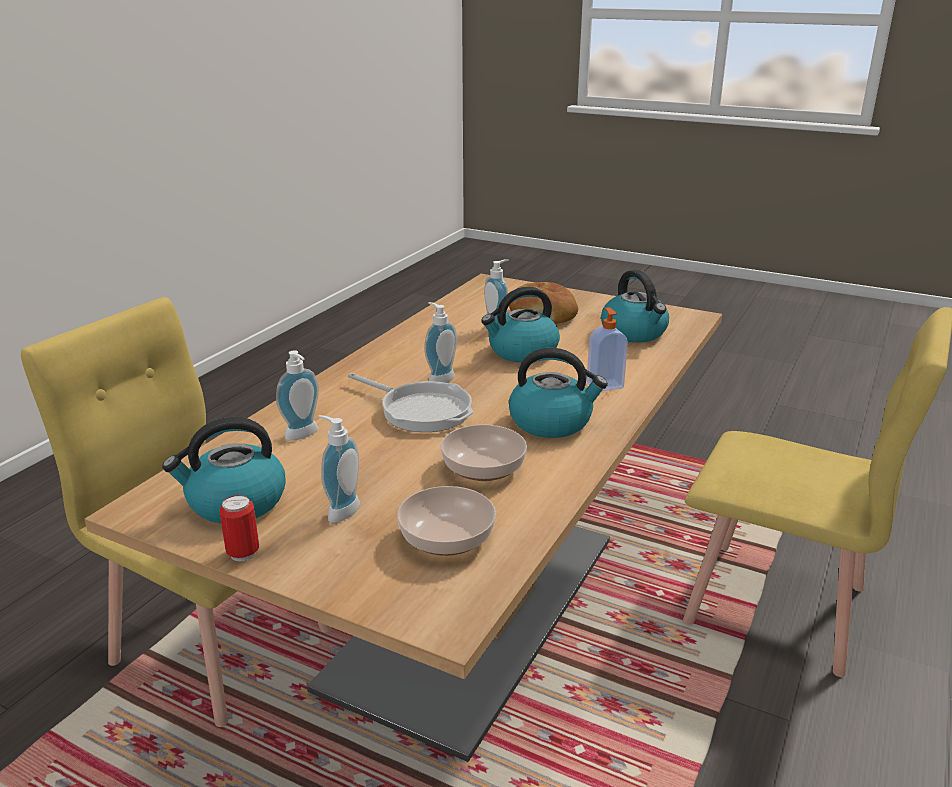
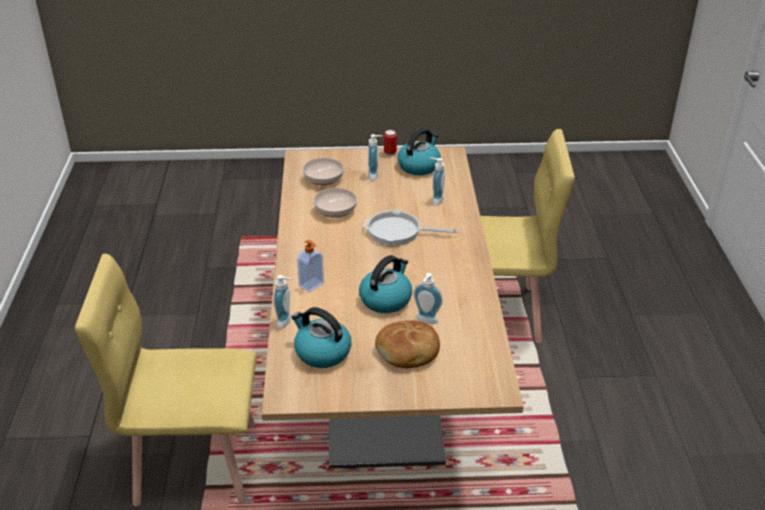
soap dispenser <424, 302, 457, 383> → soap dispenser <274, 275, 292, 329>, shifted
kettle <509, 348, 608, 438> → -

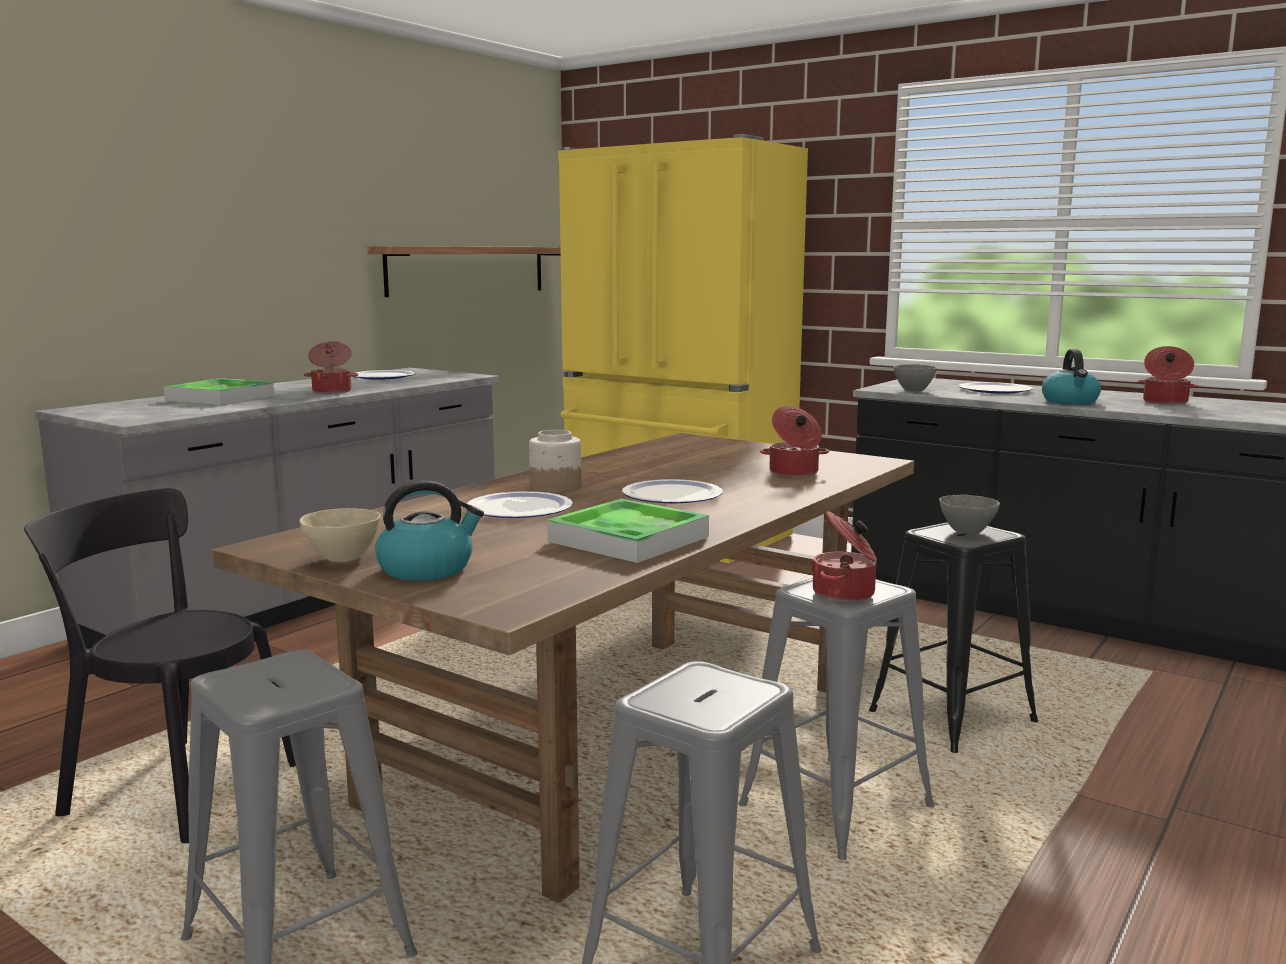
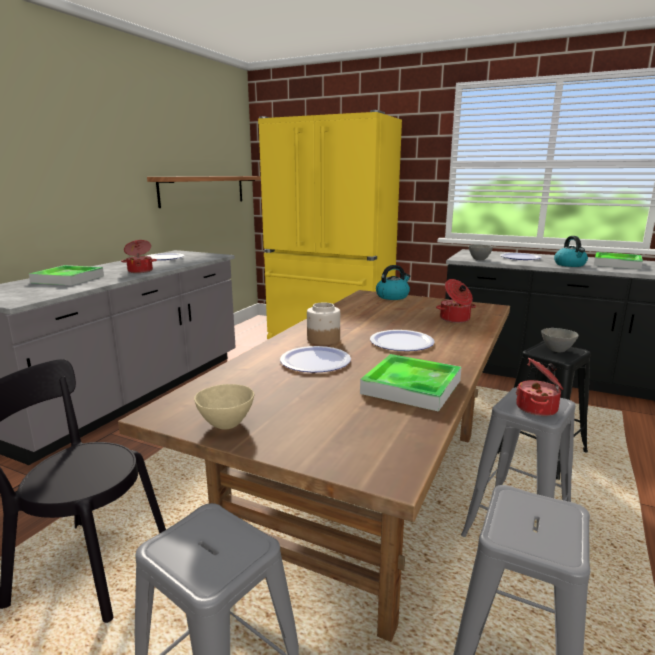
kettle <375, 480, 484, 581> → kettle <376, 265, 410, 300>, shifted
cooking pot <1136, 346, 1199, 405> → tray <594, 252, 643, 269>

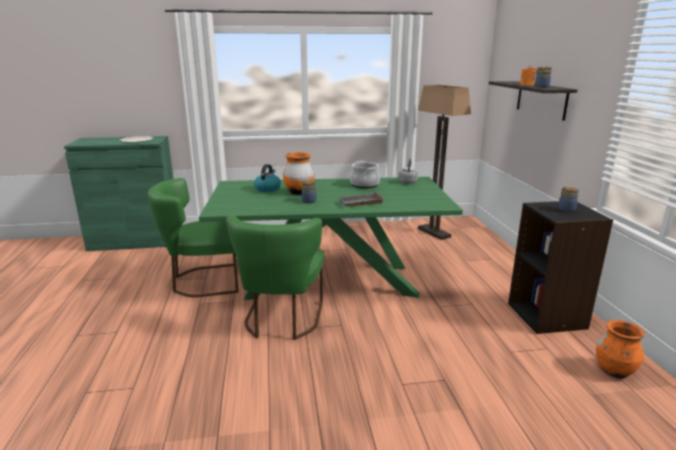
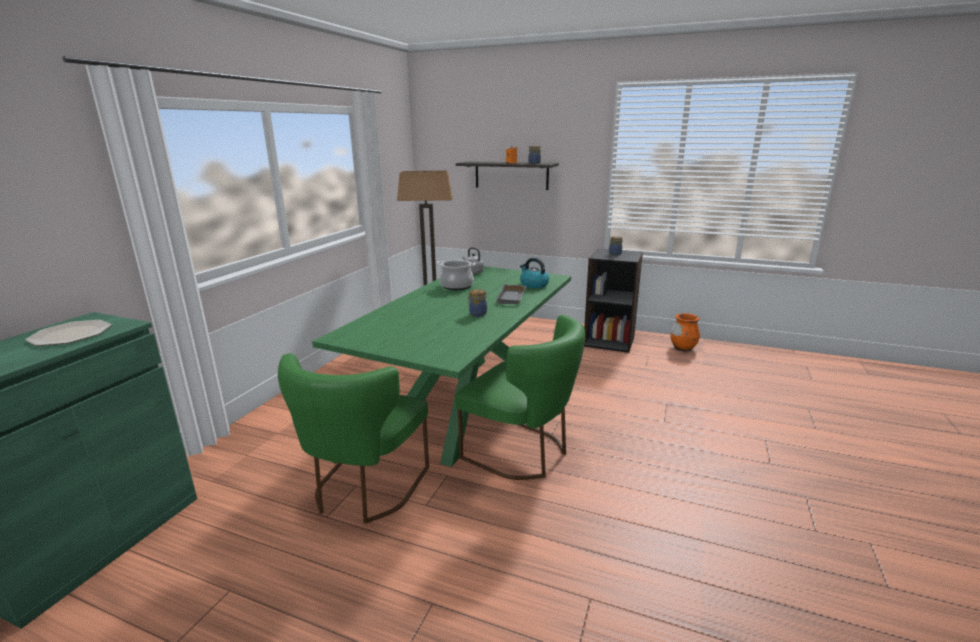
kettle <254, 164, 281, 192> → kettle <520, 258, 549, 288>, shifted
orange vase <283, 152, 315, 195> → -

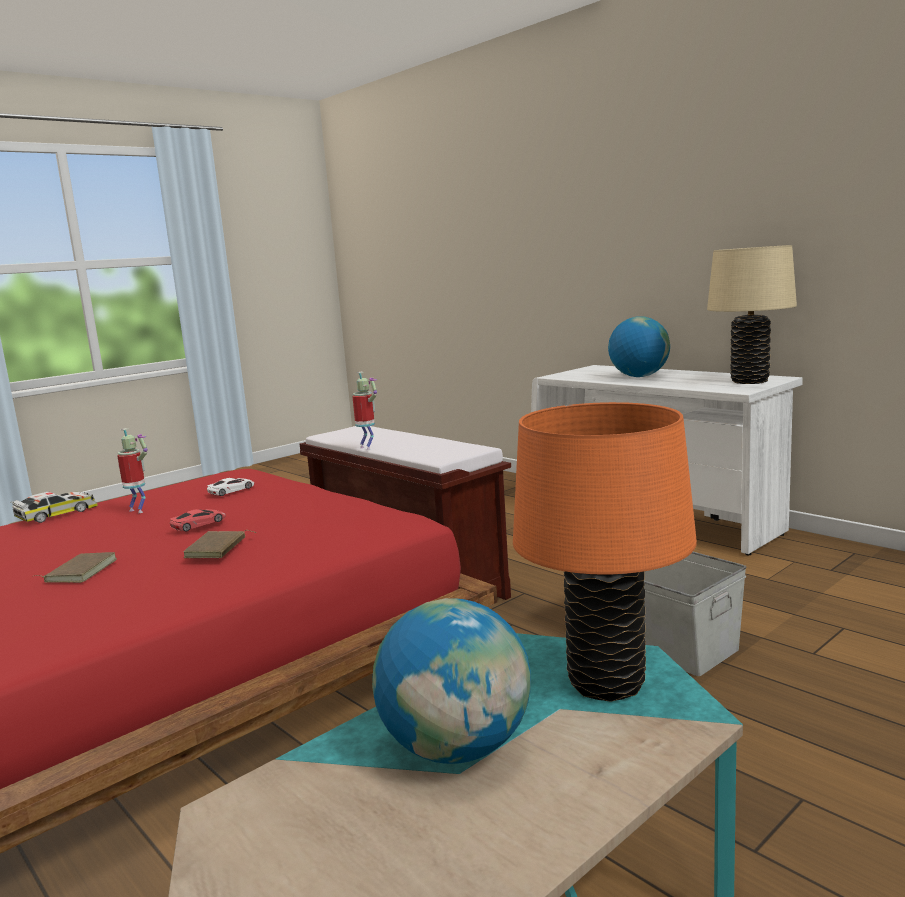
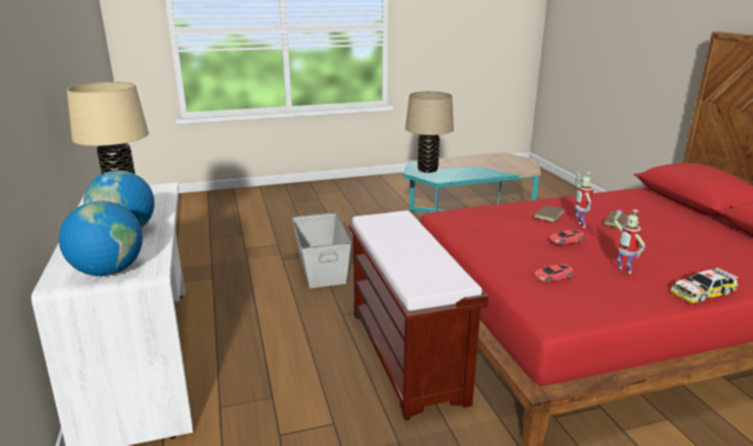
white toy car <207, 478, 255, 496> → red toy car <534, 264, 574, 283>
toy robot <352, 372, 377, 450> → toy robot <575, 172, 594, 228>, shifted
globe <372, 598, 531, 764> → globe <59, 201, 143, 276>, shifted
orange table lamp <513, 402, 697, 702> → beige table lamp <405, 91, 454, 173>

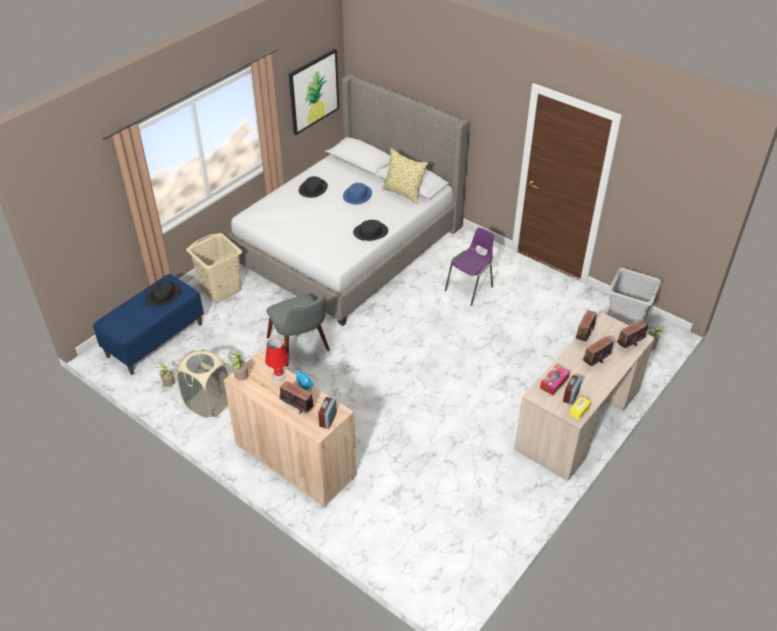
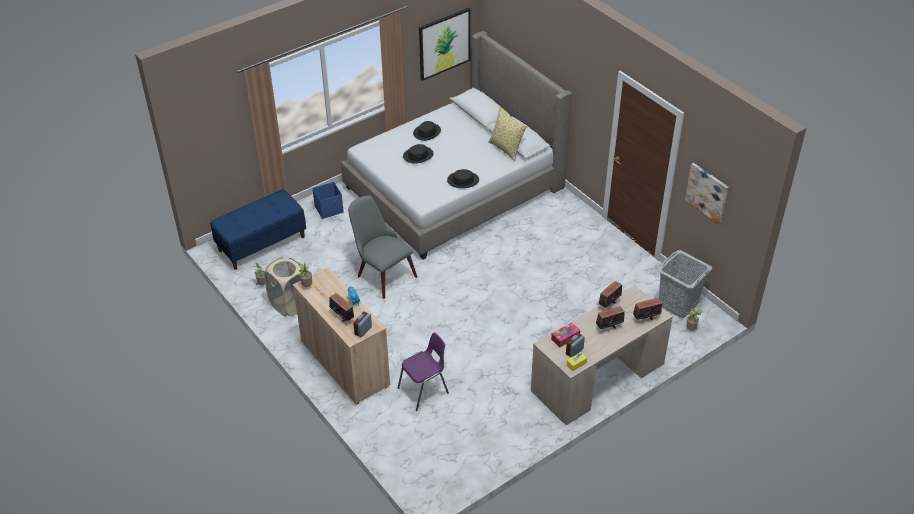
black hat <145, 281, 181, 306> → black hat <403, 144, 433, 164>, shifted
beige laundry basket <186, 233, 242, 302> → blue storage box <312, 182, 344, 219>
red table lamp <265, 338, 289, 381> → -
grey chair <266, 294, 330, 366> → grey chair <348, 195, 417, 299>, 150 degrees clockwise
blue hat <343, 183, 372, 204> → -
purple chair <445, 227, 494, 306> → purple chair <398, 332, 449, 411>, shifted
- → picture <685, 163, 728, 224>

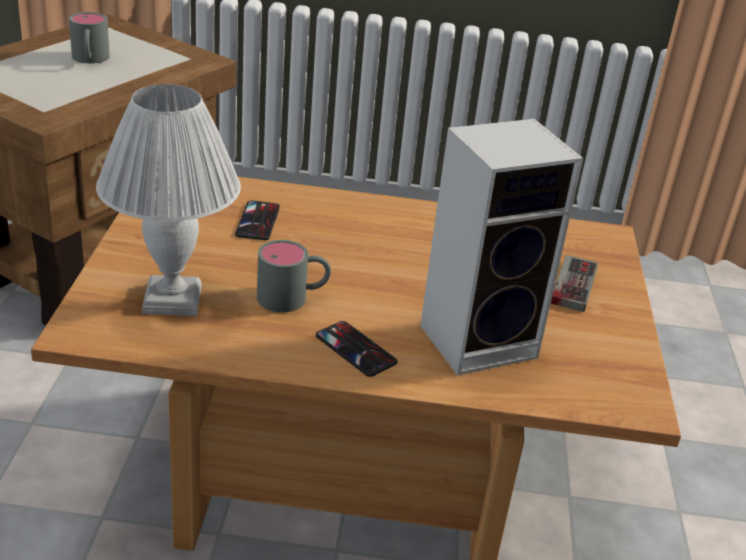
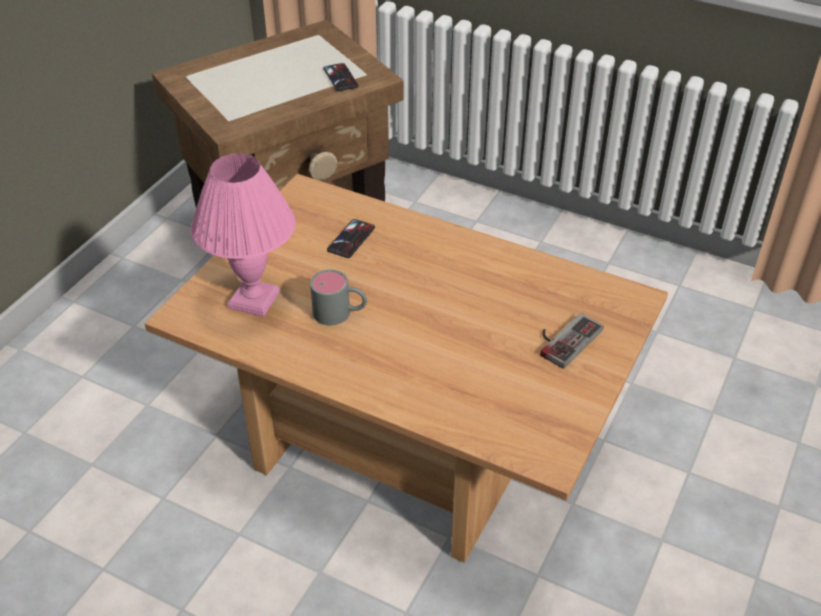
grey mug <69, 12, 110, 63> → -
white table lamp <96, 84, 241, 316> → pink table lamp <191, 154, 296, 317>
phone <316, 321, 398, 377> → phone <323, 63, 359, 91>, shifted
speaker <420, 119, 583, 376> → -

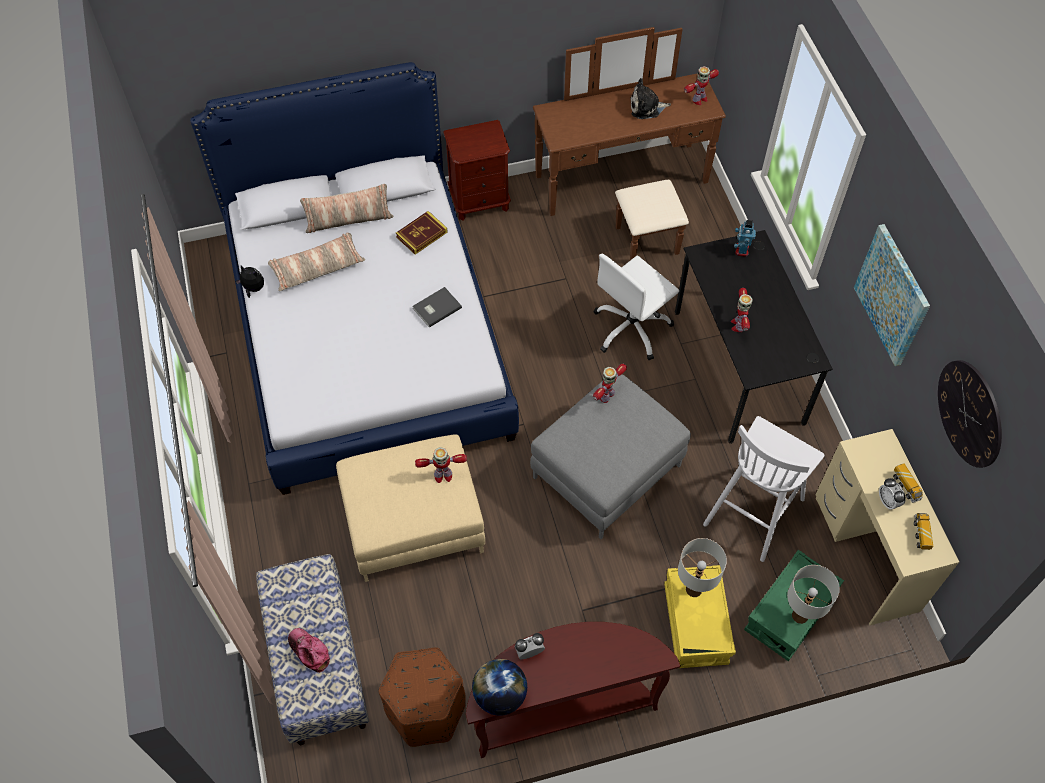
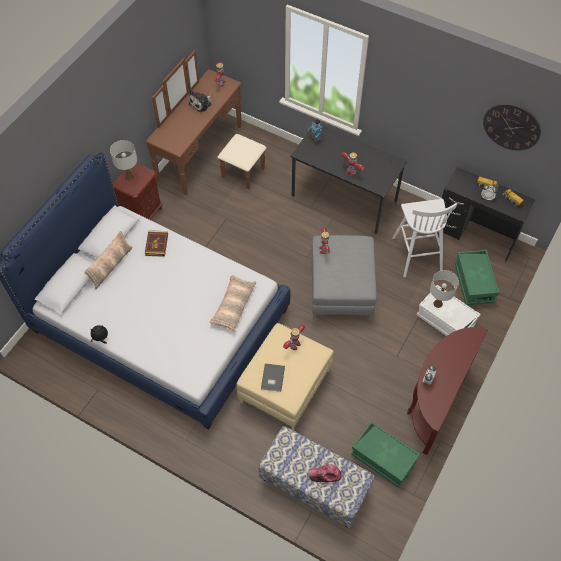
pillow <268, 232, 365, 291> → pillow <210, 276, 256, 332>, shifted
brown ottoman <379, 647, 466, 747> → green storage box <351, 421, 420, 488>
grey book <413, 287, 462, 328> → grey book <261, 363, 285, 392>, shifted
globe <472, 659, 527, 716> → -
white office chair <593, 254, 679, 360> → -
yellow storage box <664, 565, 736, 668> → white storage box <417, 285, 481, 336>
white table lamp <787, 565, 840, 624> → white table lamp <110, 140, 137, 181>, shifted
beige desk <815, 429, 959, 625> → black desk <442, 167, 535, 262>
picture <854, 224, 930, 366> → -

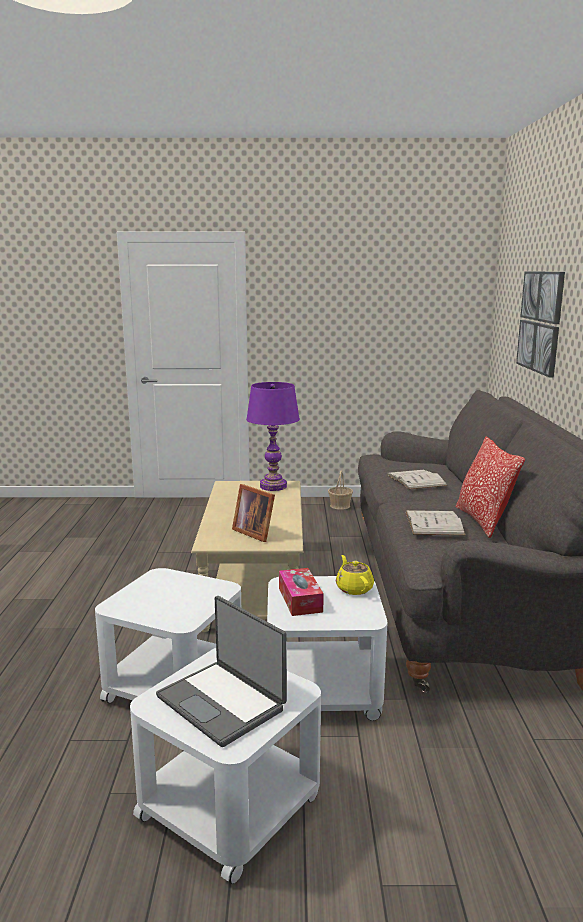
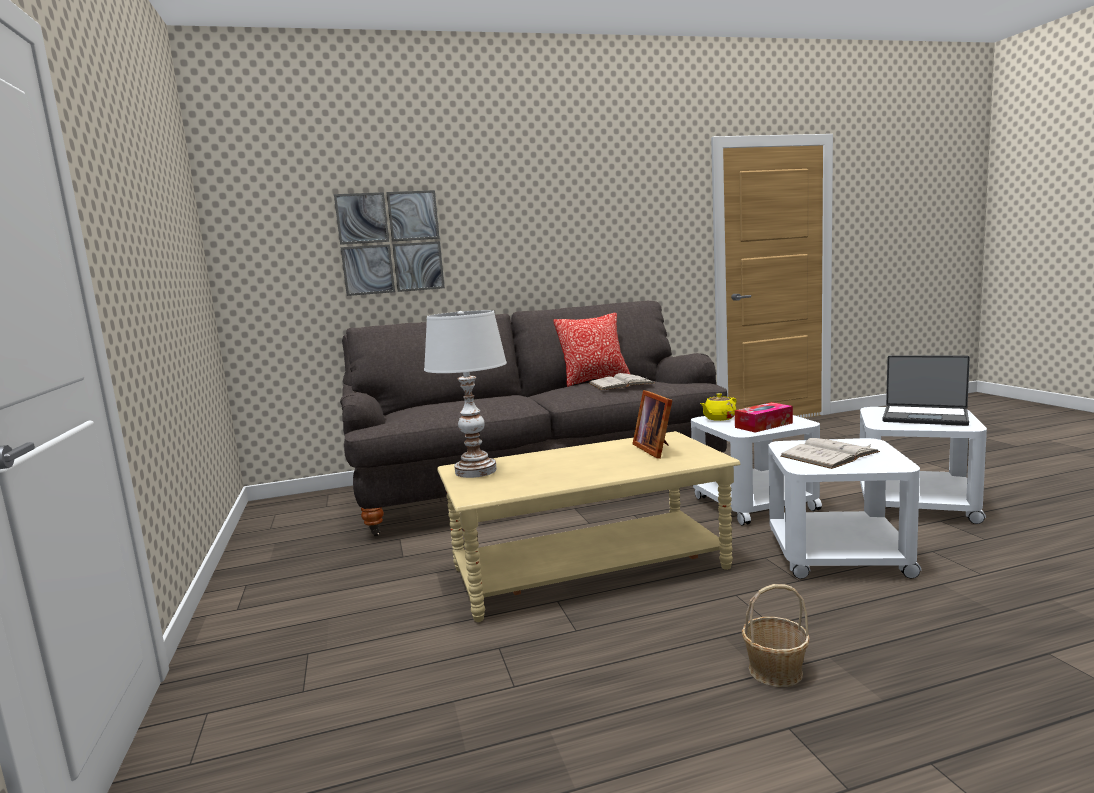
laptop <156, 596, 287, 747> → laptop <883, 355, 970, 426>, 90 degrees clockwise
picture frame <232, 484, 275, 542> → picture frame <632, 390, 673, 459>, 135 degrees clockwise
purple table lamp <246, 382, 300, 491> → white table lamp <424, 310, 507, 478>
basket <328, 471, 353, 510> → basket <742, 584, 810, 687>, shifted
white book <387, 470, 448, 490> → white book <780, 438, 880, 469>, shifted

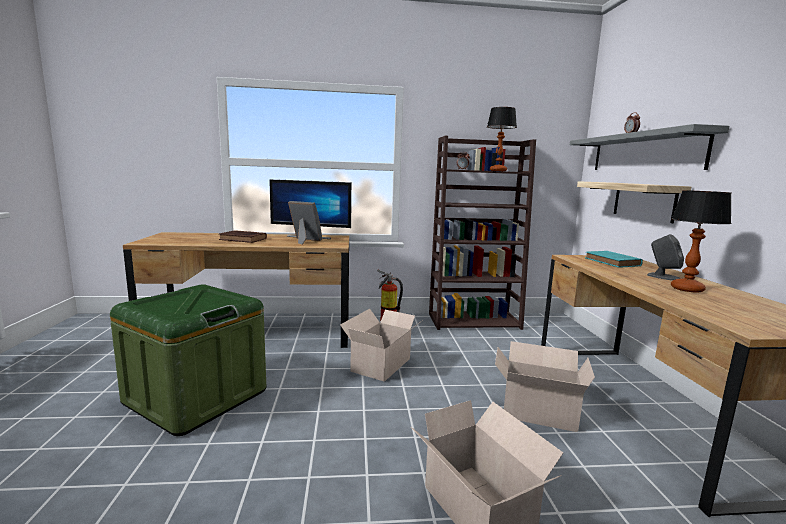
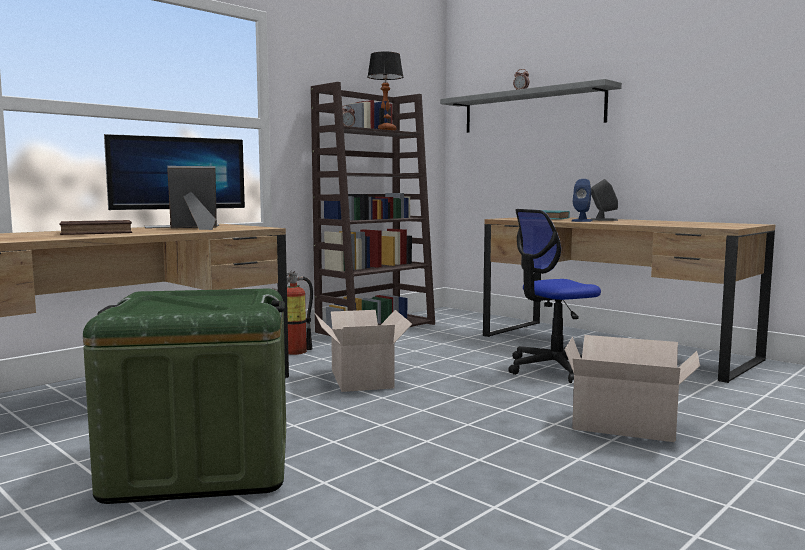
cardboard box <495, 341, 595, 432> → office chair <508, 209, 601, 383>
shelf <577, 181, 691, 223> → -
table lamp <671, 190, 731, 292> → -
- → blue speaker <572, 179, 592, 222>

